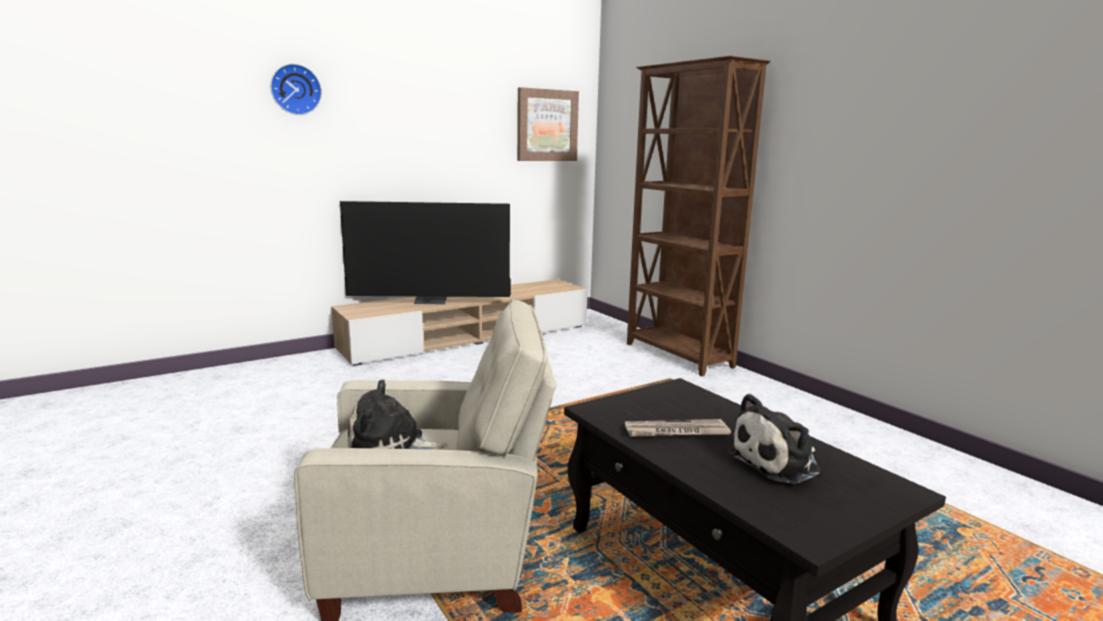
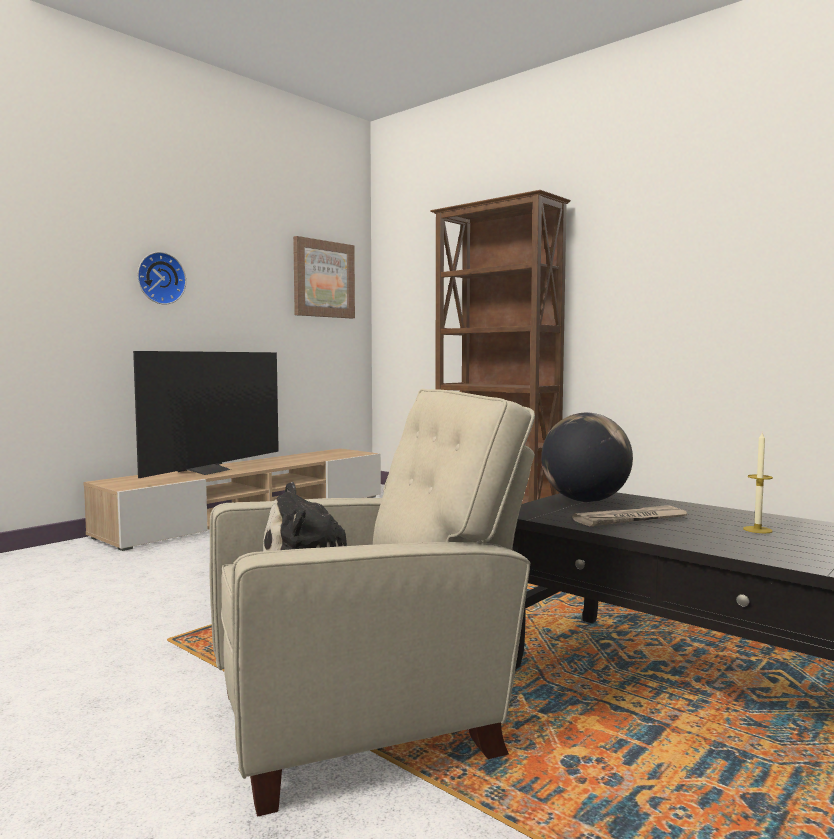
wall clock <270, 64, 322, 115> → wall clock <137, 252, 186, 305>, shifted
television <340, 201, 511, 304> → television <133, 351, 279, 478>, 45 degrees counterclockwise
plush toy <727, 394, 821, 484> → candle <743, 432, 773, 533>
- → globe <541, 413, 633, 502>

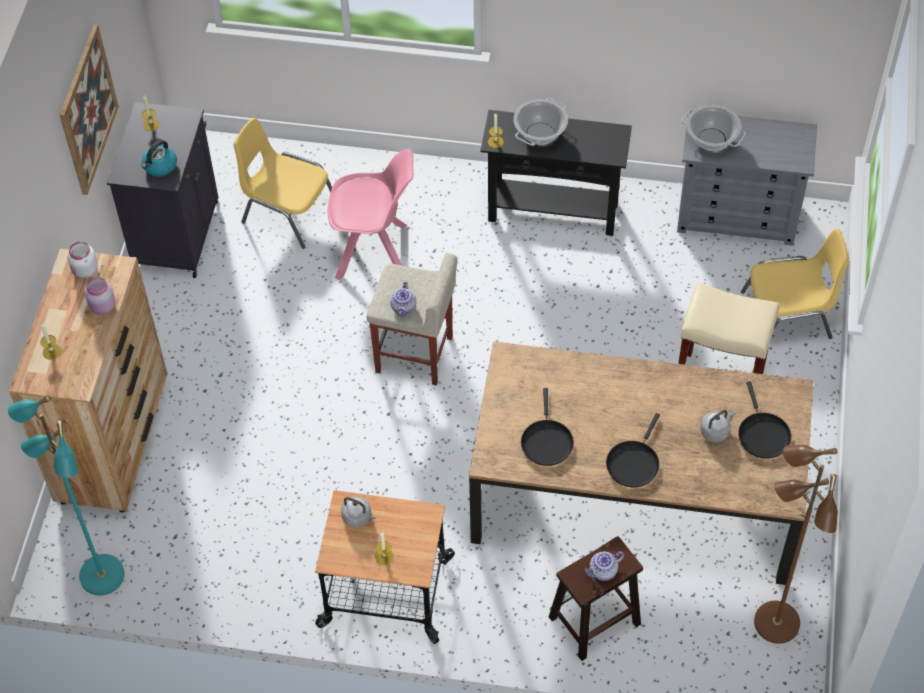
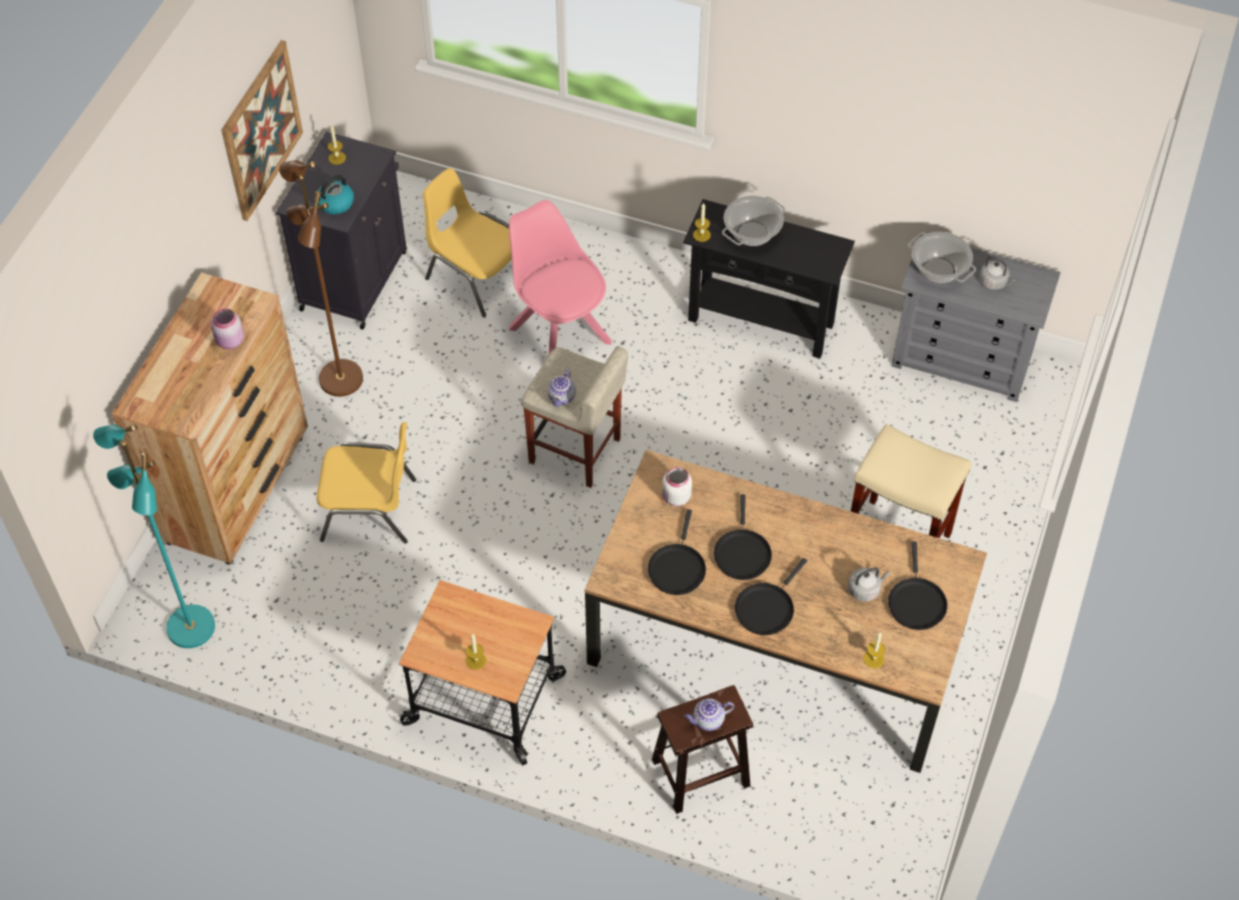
candle <40, 323, 61, 360> → candle <864, 632, 885, 668>, shifted
white jar <67, 242, 98, 279> → white jar <662, 467, 692, 506>, shifted
pink chair <328, 149, 414, 280> → pink chair <509, 200, 612, 356>, 135 degrees counterclockwise
grey kettle <341, 497, 376, 527> → grey kettle <979, 256, 1015, 290>, shifted
yellow chair <741, 229, 849, 339> → yellow chair <317, 422, 416, 544>, shifted
brown floor lamp <754, 445, 838, 644> → brown floor lamp <279, 160, 363, 397>, shifted
- → black frying pan <714, 494, 772, 580>

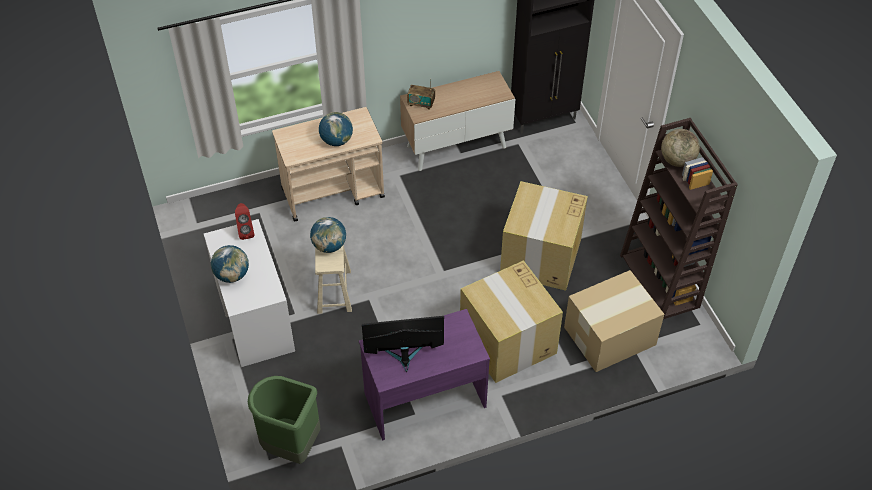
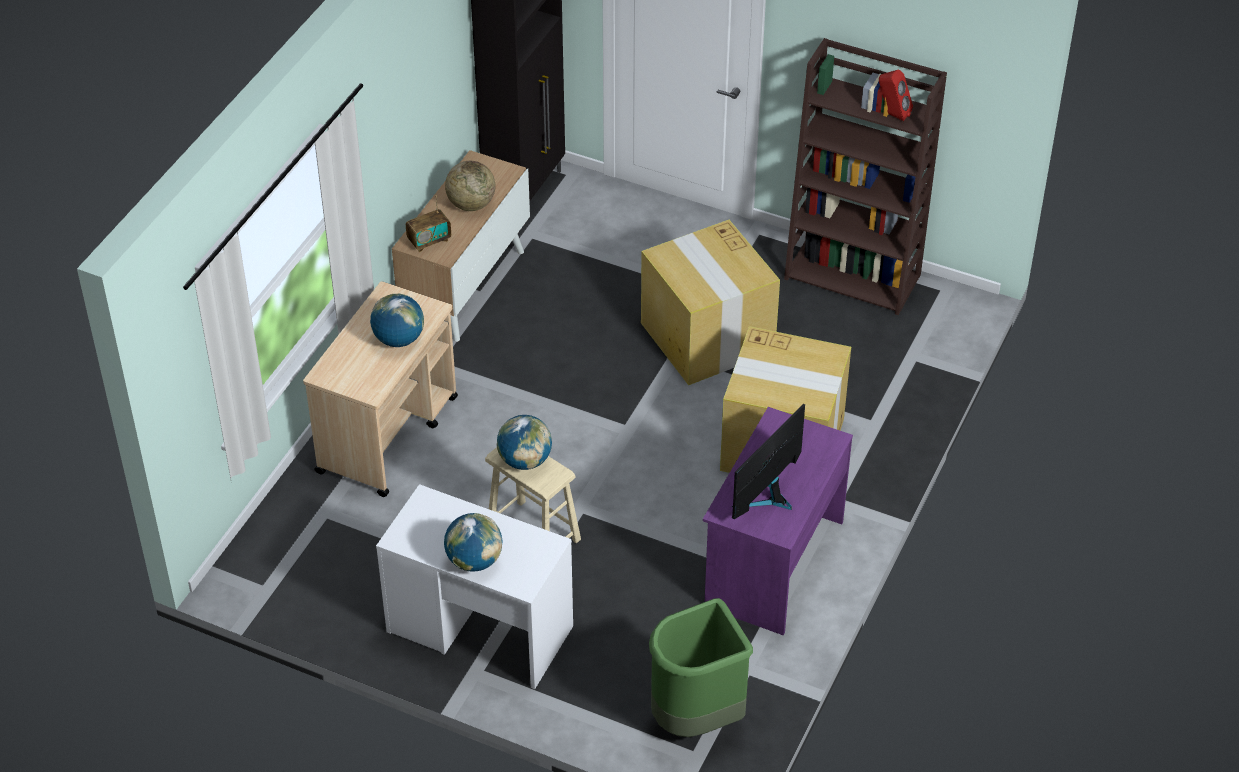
red speaker <235, 203, 254, 240> → red speaker <879, 70, 913, 121>, shifted
cardboard box <564, 270, 664, 372> → -
globe <661, 129, 700, 167> → globe <445, 161, 495, 211>, shifted

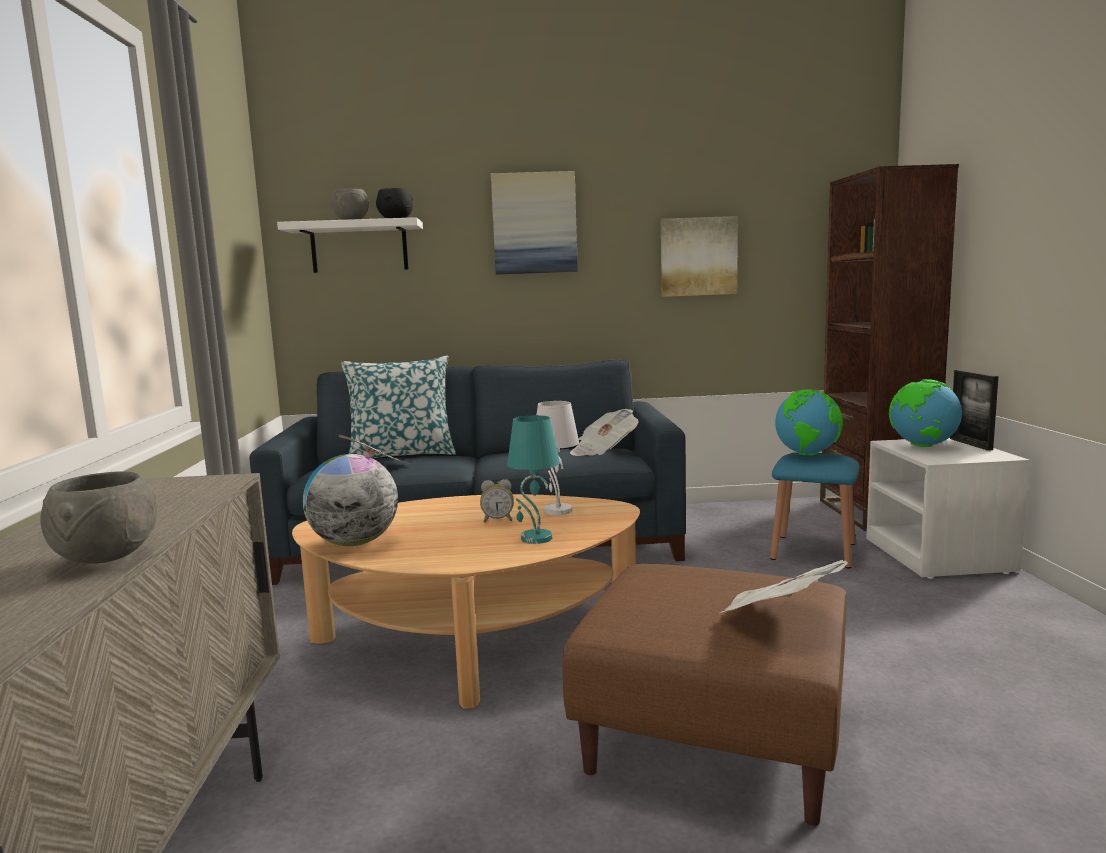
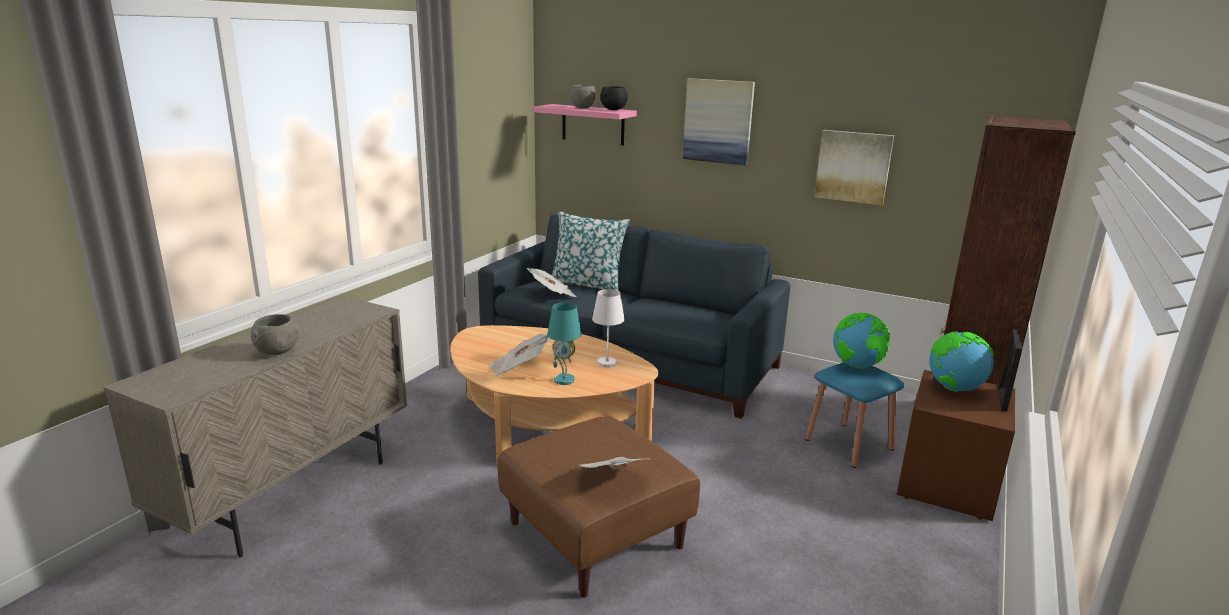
white shelf <277, 217, 423, 273> → pink shelf <532, 104, 637, 145>
globe <303, 454, 398, 546> → -
newspaper <570, 409, 638, 456> → newspaper <489, 333, 551, 376>, shifted
white nightstand <866, 438, 1030, 579> → brown nightstand <897, 370, 1015, 521>

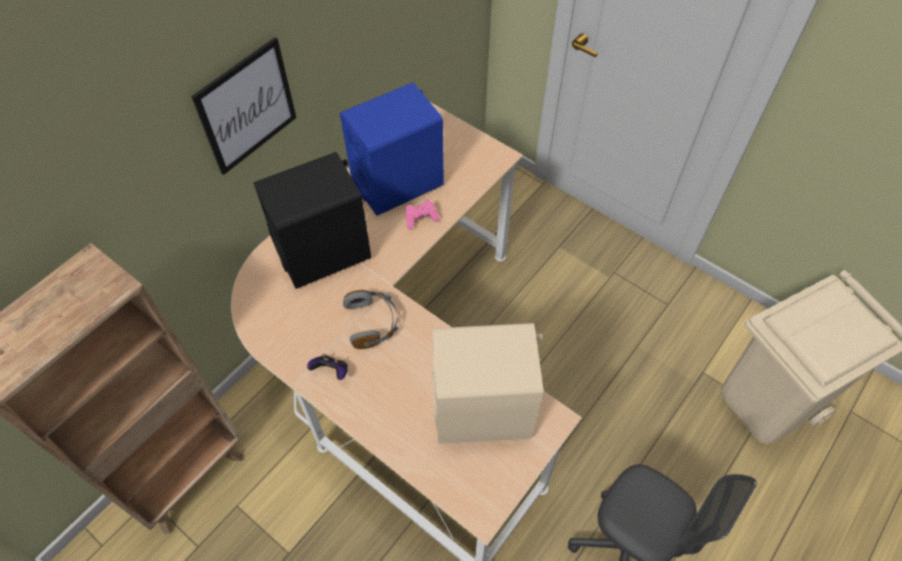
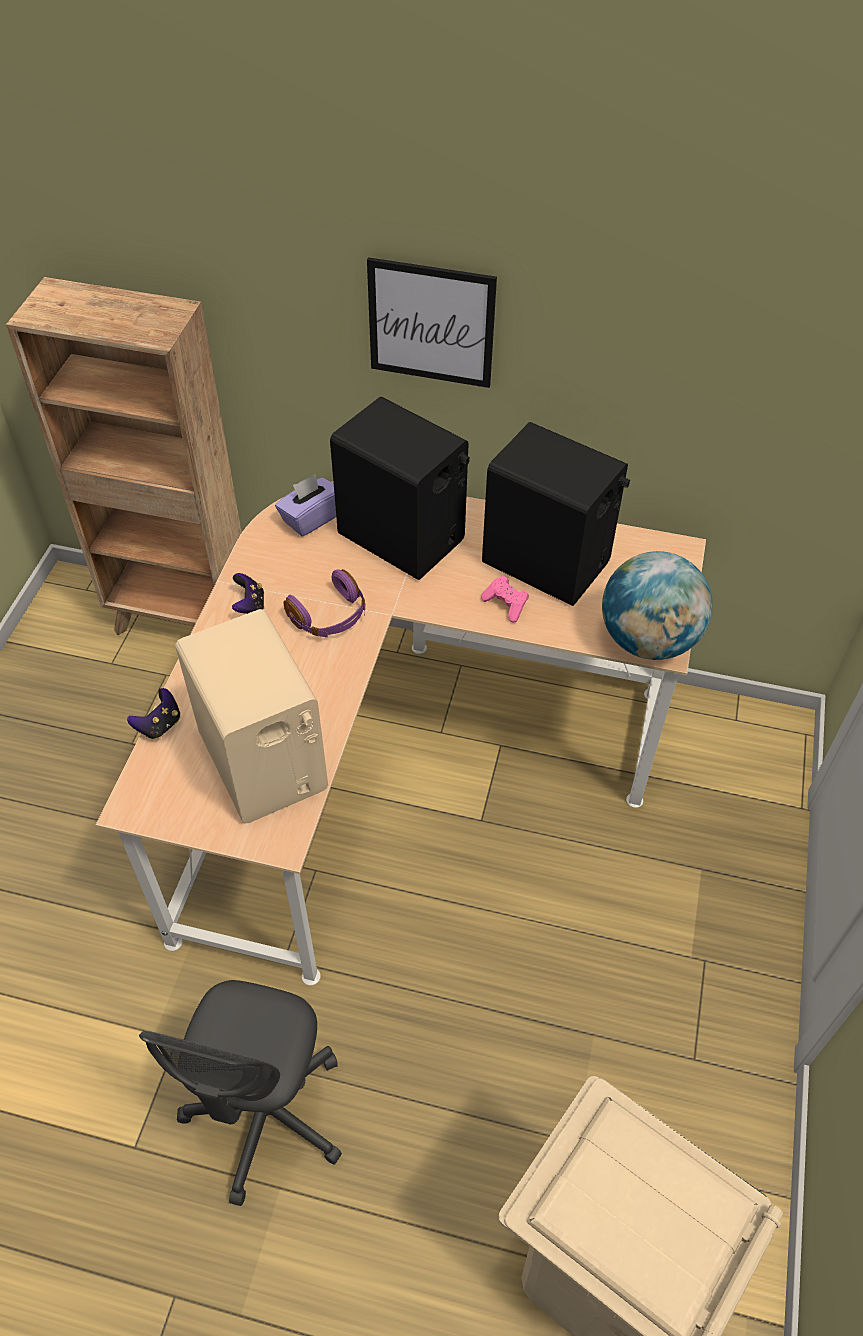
blue speaker <340, 82, 444, 216> → black speaker <482, 422, 630, 606>
grey headphones <343, 290, 398, 349> → purple headphones <284, 569, 365, 637>
- → game controller <127, 688, 180, 739>
- → purple tissue box <275, 474, 336, 537>
- → globe <602, 551, 713, 660>

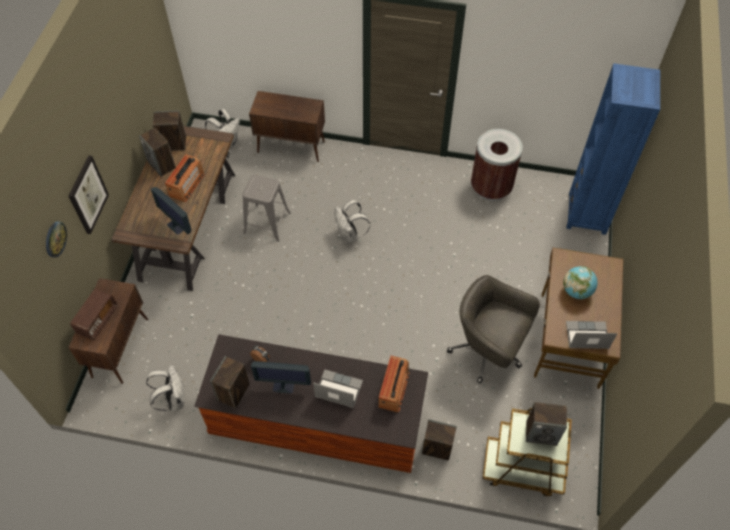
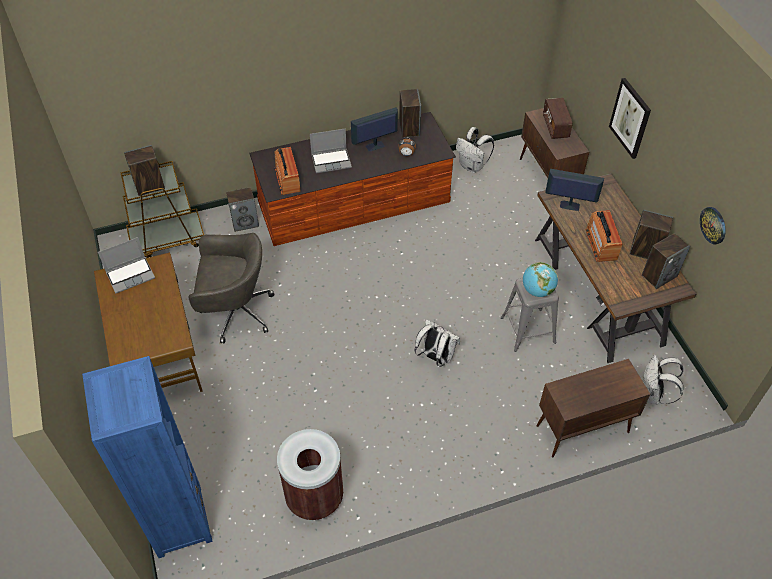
wall clock <46, 221, 67, 258> → wall clock <700, 207, 726, 244>, shifted
globe <563, 266, 597, 299> → globe <523, 262, 558, 297>, shifted

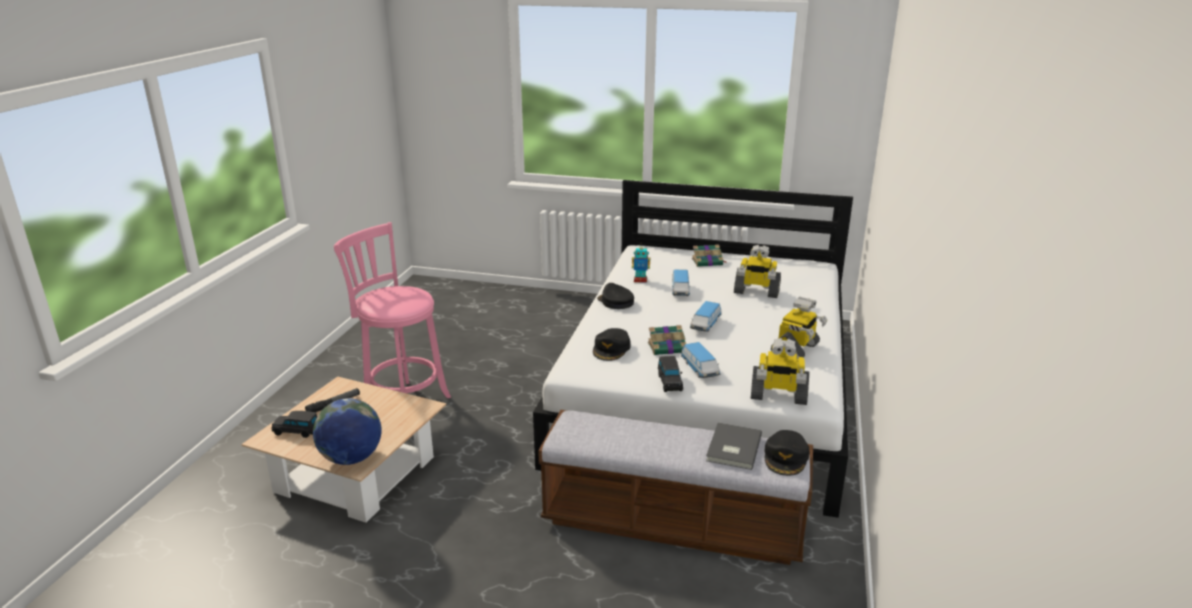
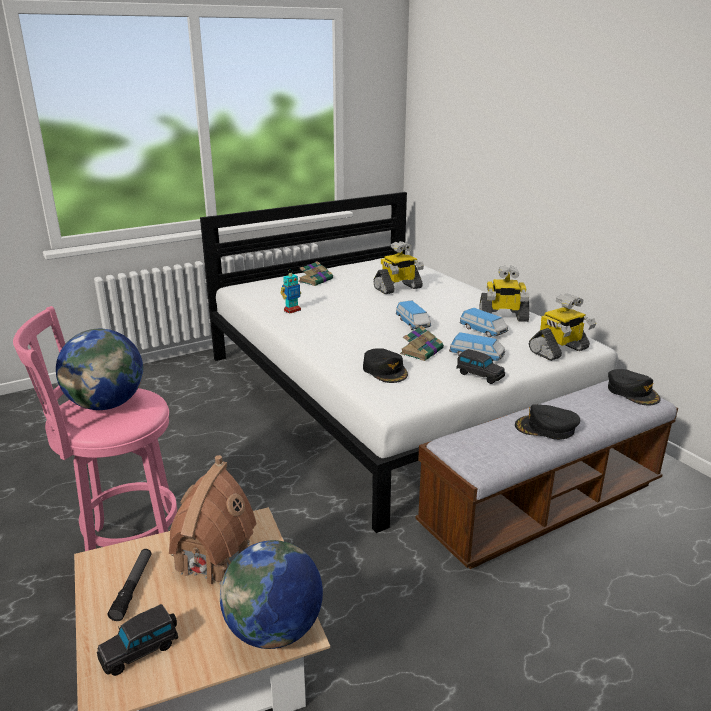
black cap <597, 283, 634, 309> → black cap <515, 404, 580, 440>, shifted
toy car <672, 270, 690, 296> → toy car <459, 308, 508, 337>, shifted
grey book <706, 423, 762, 470> → -
toy robot <771, 297, 827, 359> → toy robot <479, 266, 529, 322>, 105 degrees clockwise
- → globe <56, 329, 143, 410>
- → toy house <169, 455, 257, 585>

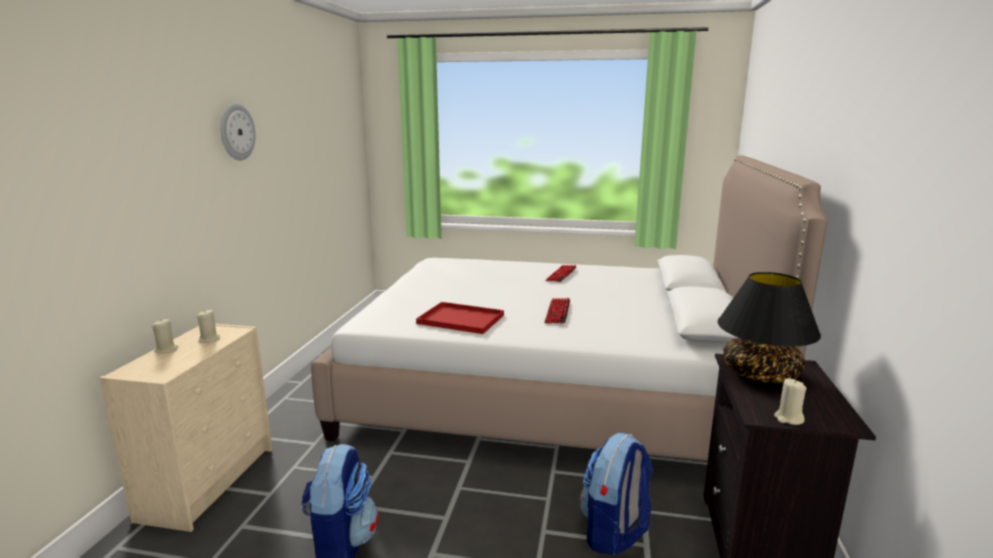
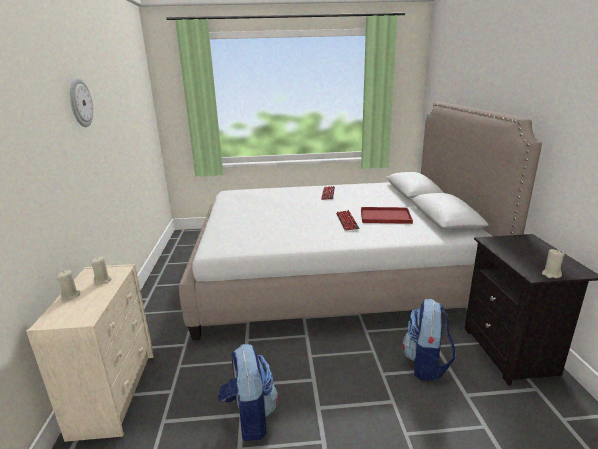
red tray <416, 302, 504, 334> → red tray <361, 207, 413, 224>, shifted
black table lamp <717, 272, 821, 383> → -

